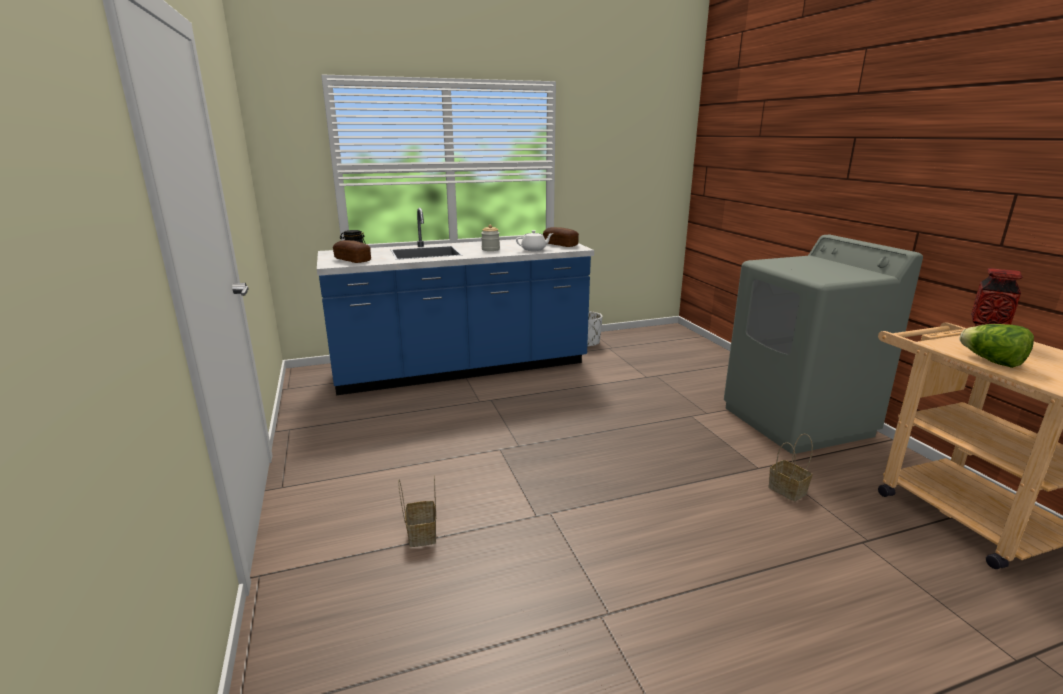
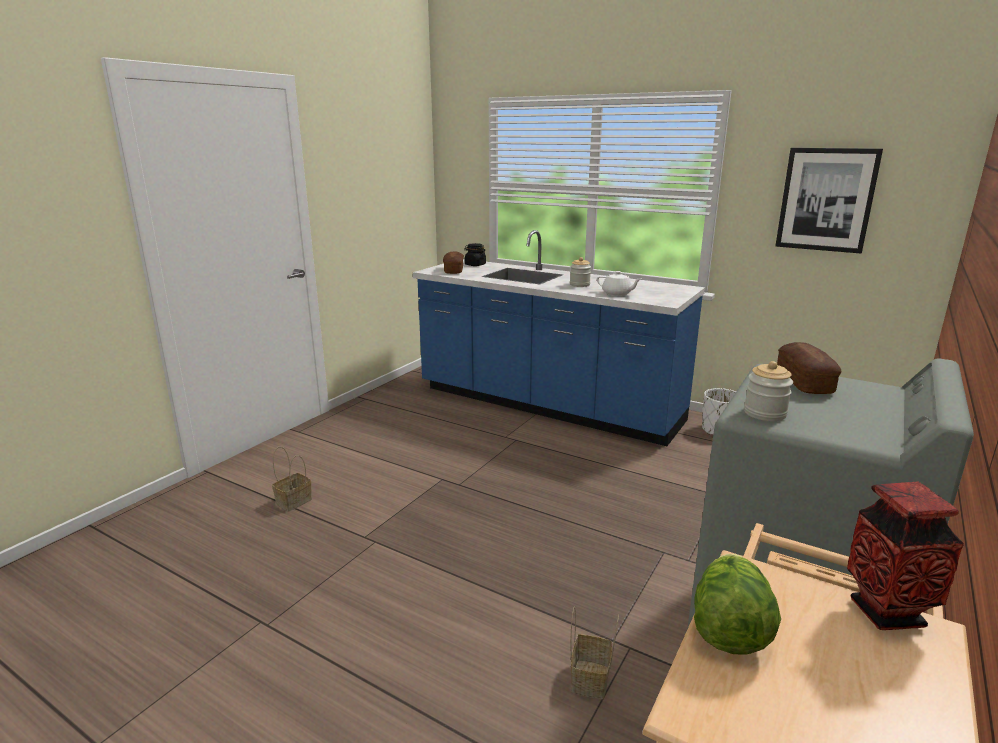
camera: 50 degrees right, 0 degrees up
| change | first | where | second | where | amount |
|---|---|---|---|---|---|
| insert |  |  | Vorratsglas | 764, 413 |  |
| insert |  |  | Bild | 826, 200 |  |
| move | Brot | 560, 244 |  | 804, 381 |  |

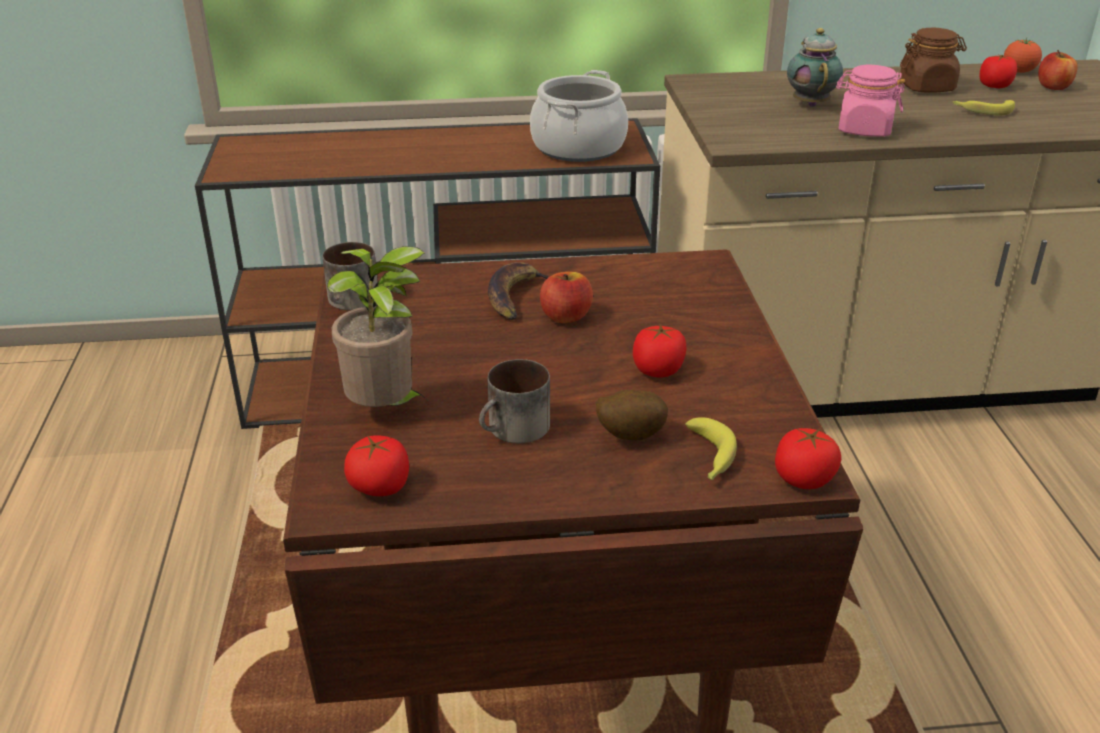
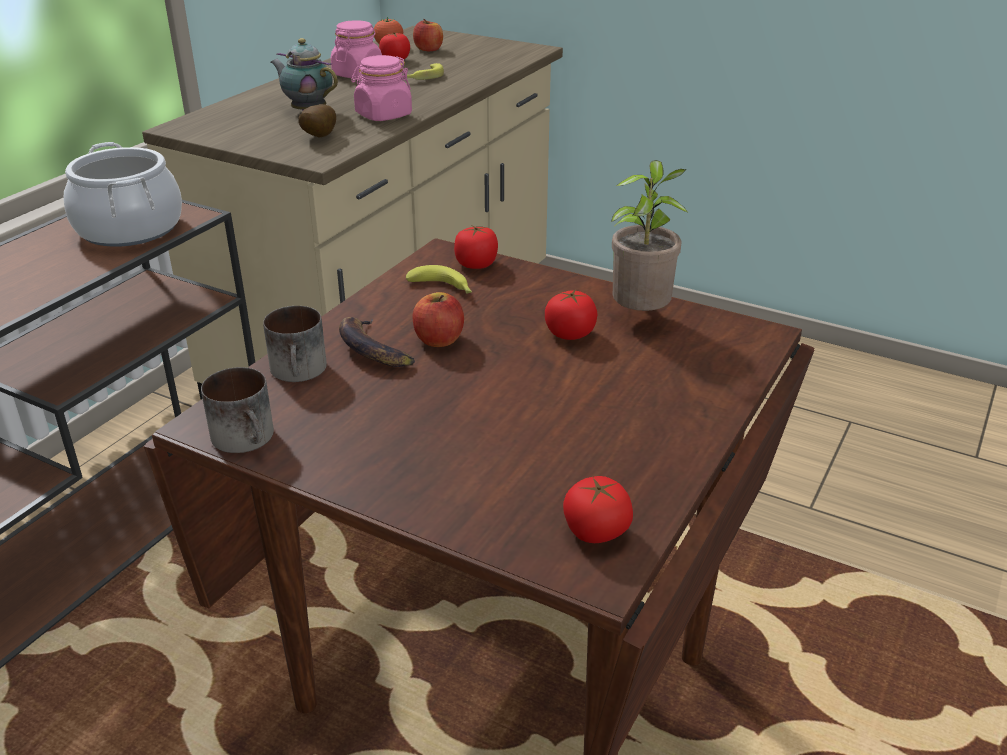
camera: 55 degrees left, 0 degrees up
| change | first | where | second | where | amount |
|---|---|---|---|---|---|
| move | Topfpflanze | 386, 411 |  | 641, 317 |  |
| move | Henkelbecher | 515, 430 |  | 301, 371 |  |
| move | Kartoffel | 629, 435 |  | 317, 137 |  |
| move | Banane | 709, 458 |  | 443, 289 |  |
| move | Tomate | 803, 479 |  | 476, 264 |  |
| recolor | Vorratsglas [braun] | 927, 87 | Vorratsglas [rosa] | 358, 74 |  |

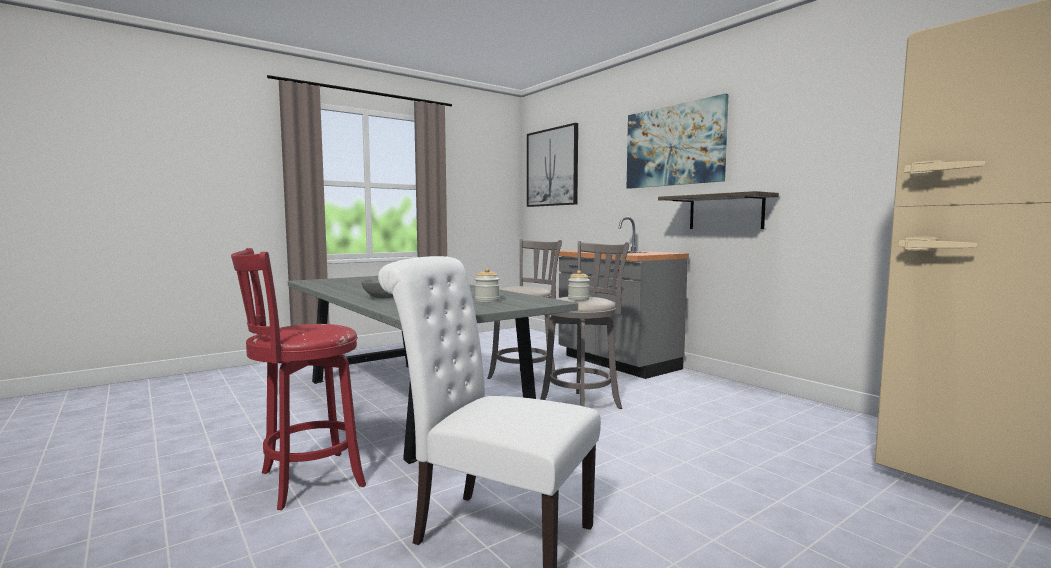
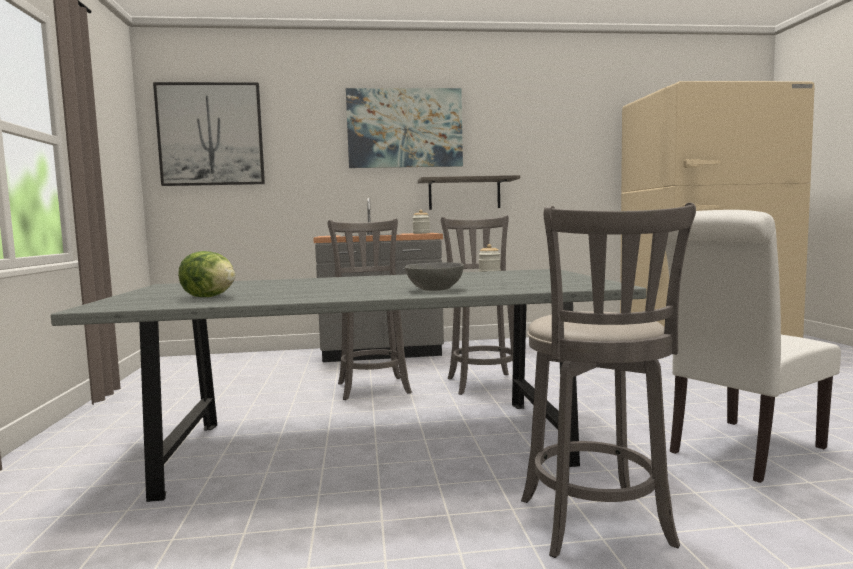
camera: 60 degrees left, 0 degrees up
| change | first | where | second | where | amount |
|---|---|---|---|---|---|
| insert |  |  | Salatkopf | 210, 297 |  |
| move | Vorratsglas | 487, 300 |  | 421, 233 |  |
| recolor | Hocker [rot] | 305, 481 | Hocker [grau] | 597, 526 |  |

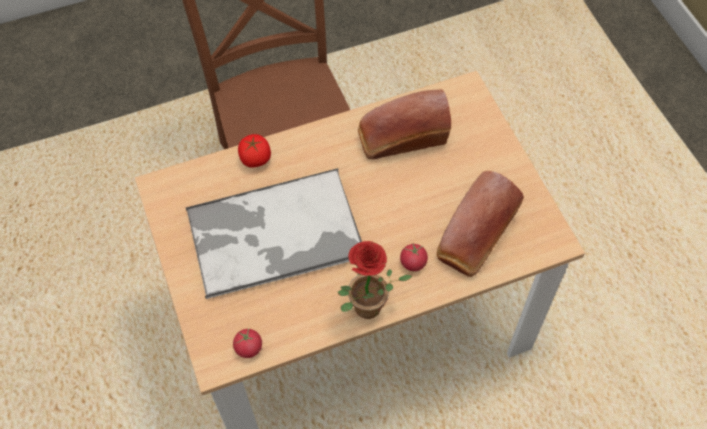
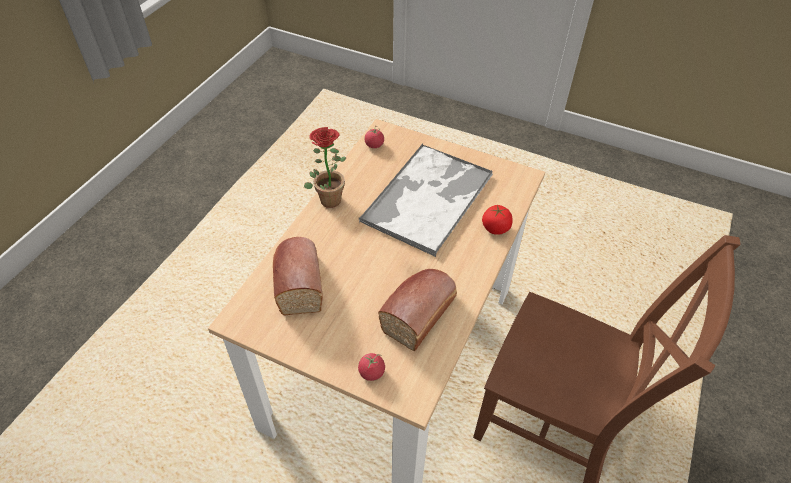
camera: 135 degrees right, 10 degrees down
| change | first | where | second | where | amount |
|---|---|---|---|---|---|
| move | Tomate | 413, 262 |  | 371, 372 |  |

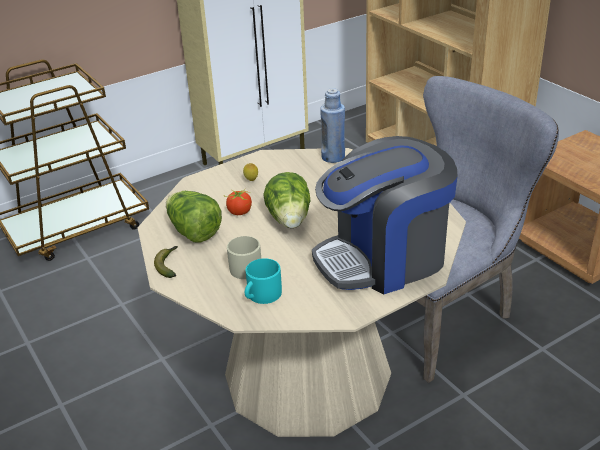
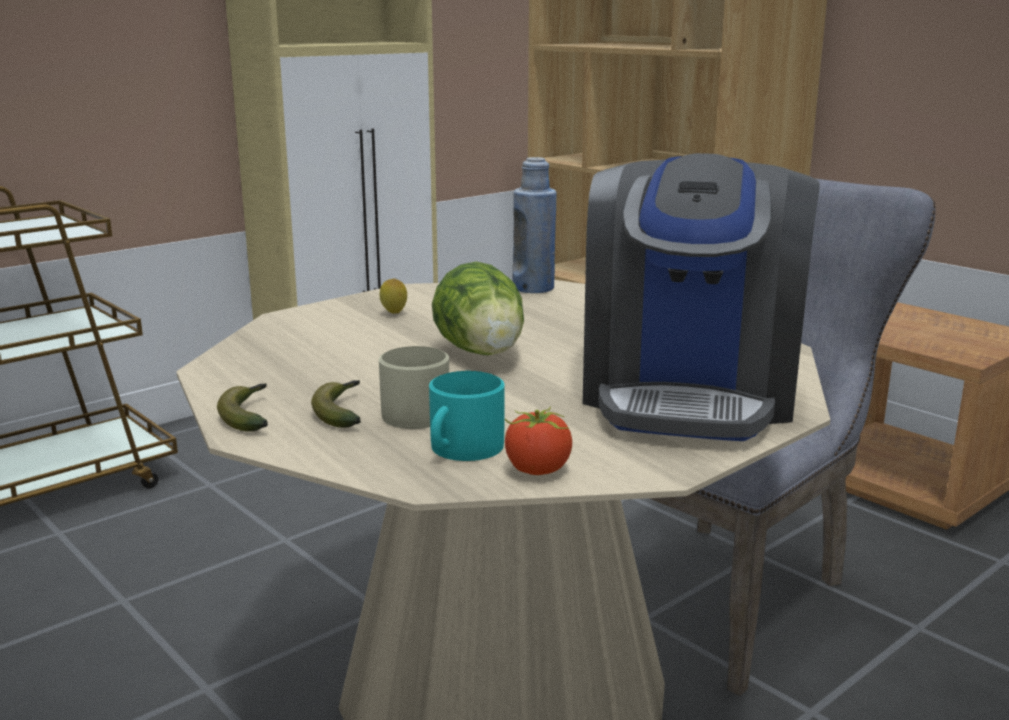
camera: 10 degrees left, 15 degrees down
| change | first | where | second | where | amount |
|---|---|---|---|---|---|
| delete | Salatkopf | 193, 232 |  |  |  |
| insert |  |  | Banane | 342, 412 |  |
| move | Tomate | 239, 212 |  | 537, 470 |  |
| rotate | Kaffeemaschine | 384, 258 |  | 689, 393 | 45 degrees counterclockwise |

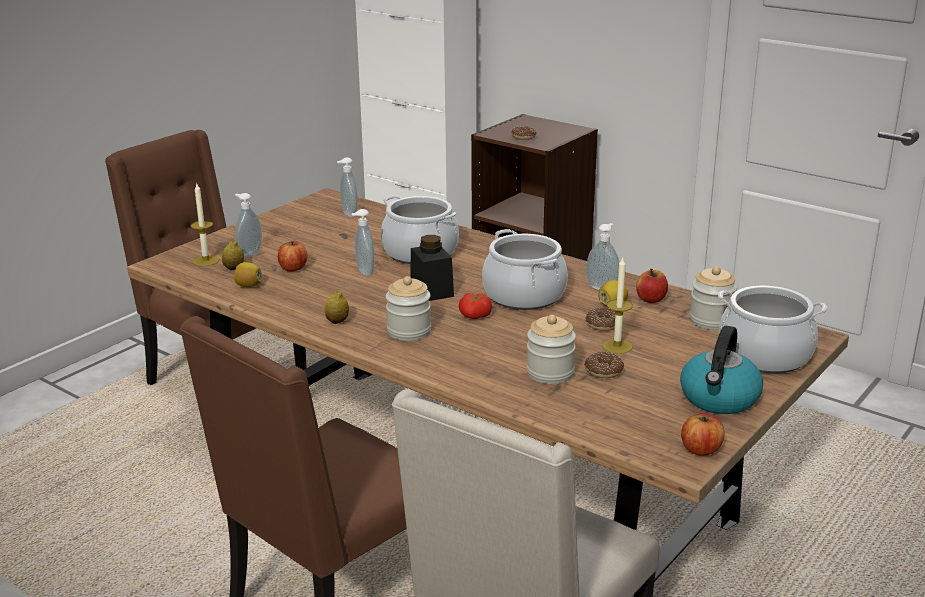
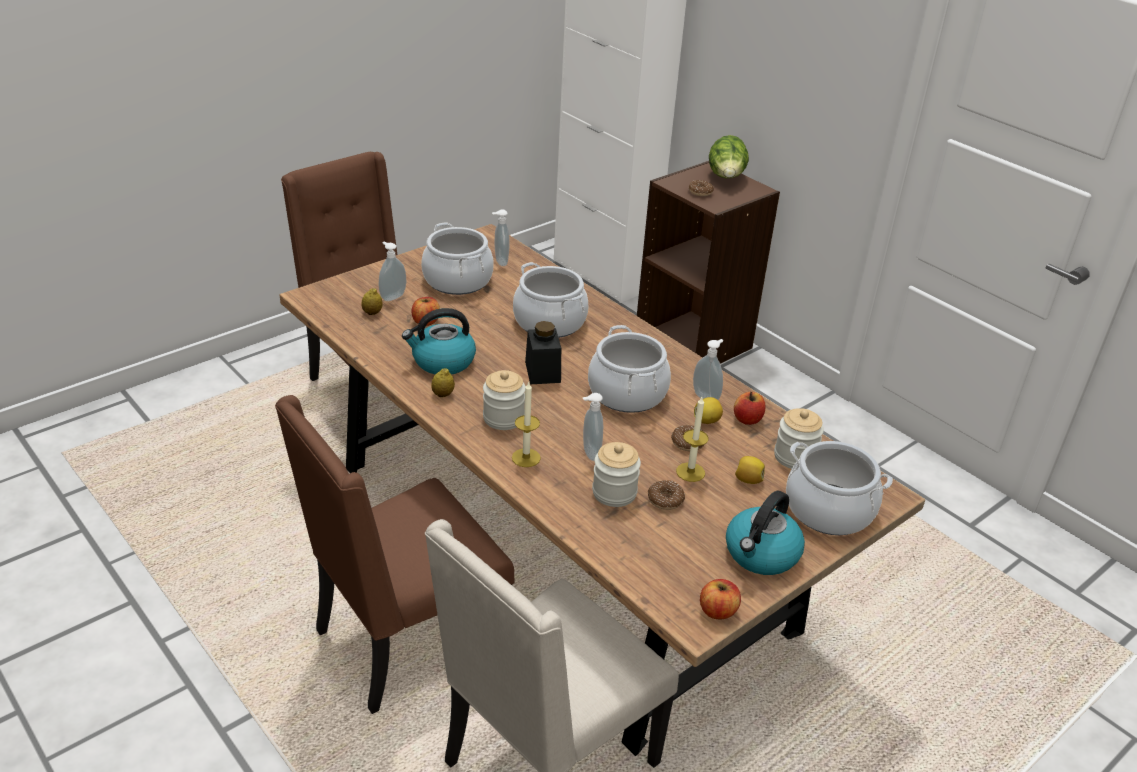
camera: 10 degrees right, 10 degrees up
| change | first | where | second | where | amount |
|---|---|---|---|---|---|
| delete | Tomate | 475, 316 |  |  |  |
| insert |  |  | Wasserkessel | 442, 361 |  |
| insert |  |  | Kochtopf | 458, 280 |  |
| insert |  |  | Salatkopf | 726, 178 |  |
| move | Kerze | 206, 261 |  | 526, 458 |  |
| move | Zitrone | 248, 286 |  | 748, 480 |  |
| move | Seifenspender | 363, 272 |  | 589, 453 |  |

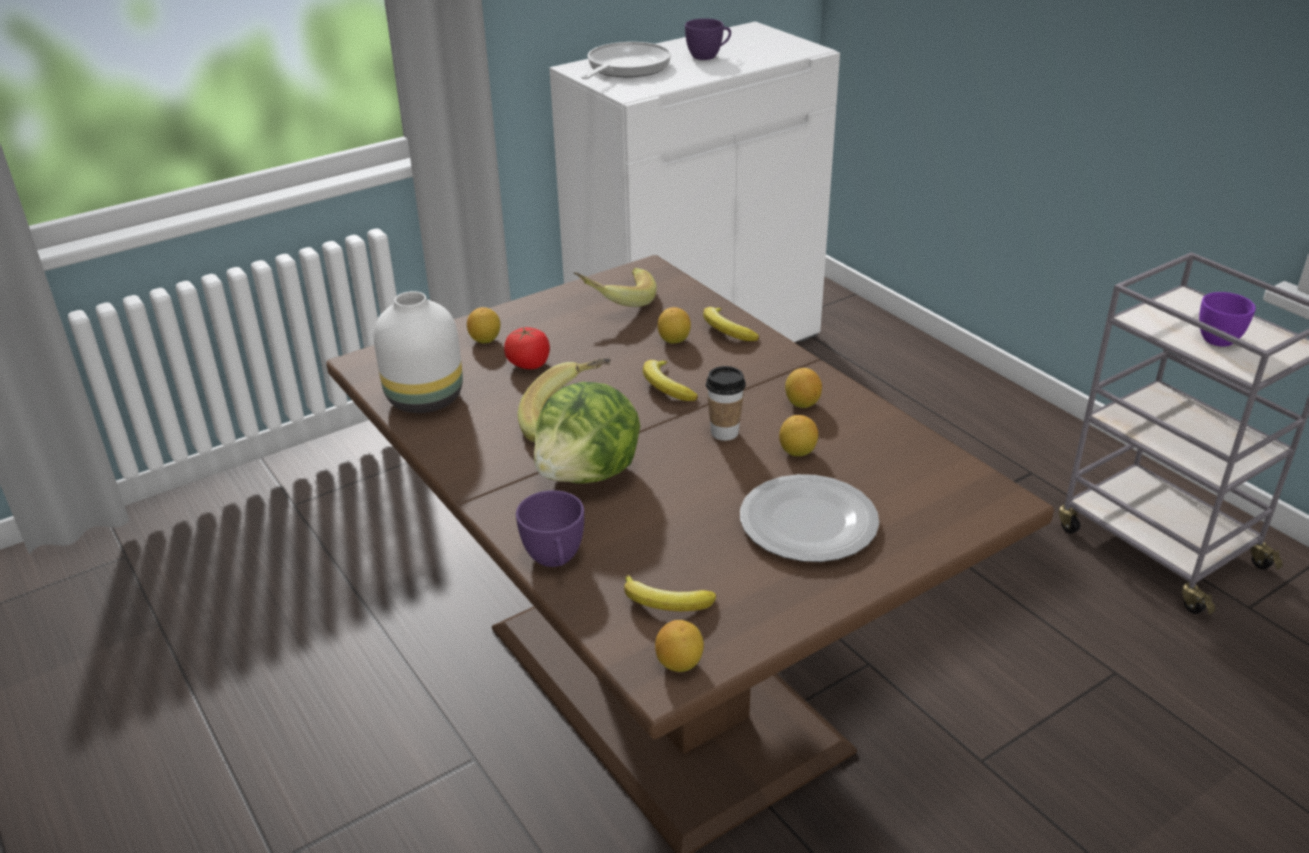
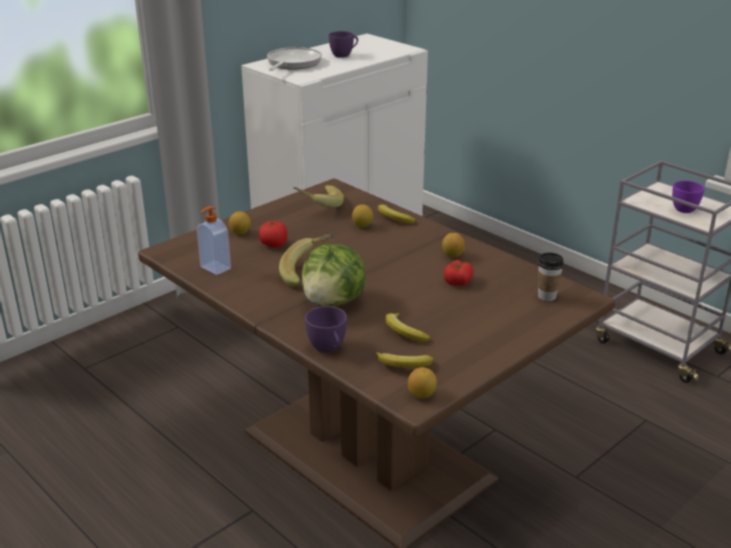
camera: 10 degrees left, 5 degrees down
| change | first | where | second | where | amount |
|---|---|---|---|---|---|
| delete | Teller | 809, 521 |  |  |  |
| move | Banane | 666, 387 |  | 404, 332 |  |
| move | Tasse | 724, 432 |  | 547, 296 |  |
| replace | Vase [weiß] | 427, 399 | Seifenspender | 214, 268 |  |
| replace | Zitrone | 797, 452 | Tomate | 457, 281 |  |

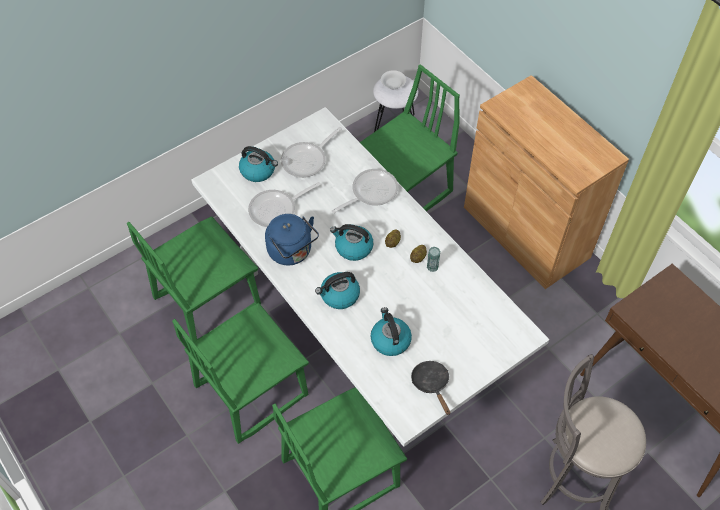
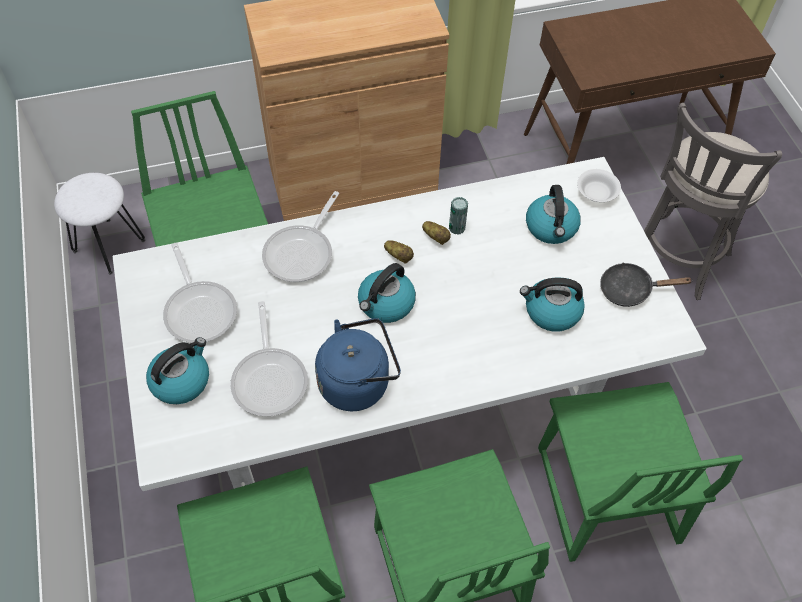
camera: 70 degrees left, 0 degrees up
| change | first | where | second | where | amount |
|---|---|---|---|---|---|
| move | Wasserkessel | 339, 295 |  | 551, 228 |  |
| move | Schüssel [weiß] | 393, 84 |  | 597, 193 |  |
| rotate | Pfanne | 370, 192 |  | 302, 252 | 135 degrees counterclockwise |

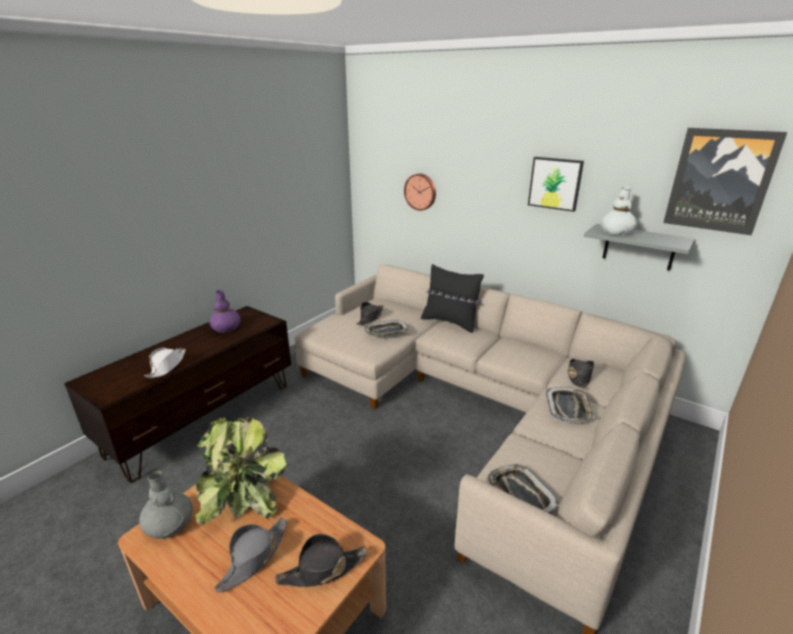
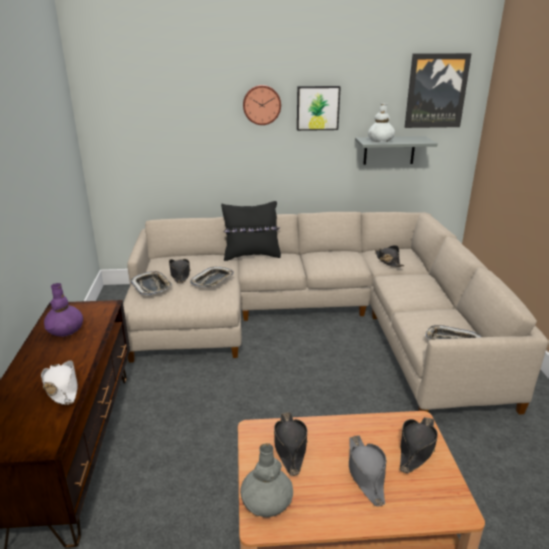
camera: 40 degrees left, 0 degrees up
| change | first | where | second | where | amount |
|---|---|---|---|---|---|
| move | Wanduhr | 420, 191 |  | 261, 105 |  |
| move | Tablett | 568, 408 |  | 152, 286 |  |
| replace | Topfpflanze | 241, 495 | Hut [schwarz] | 290, 447 |  |

